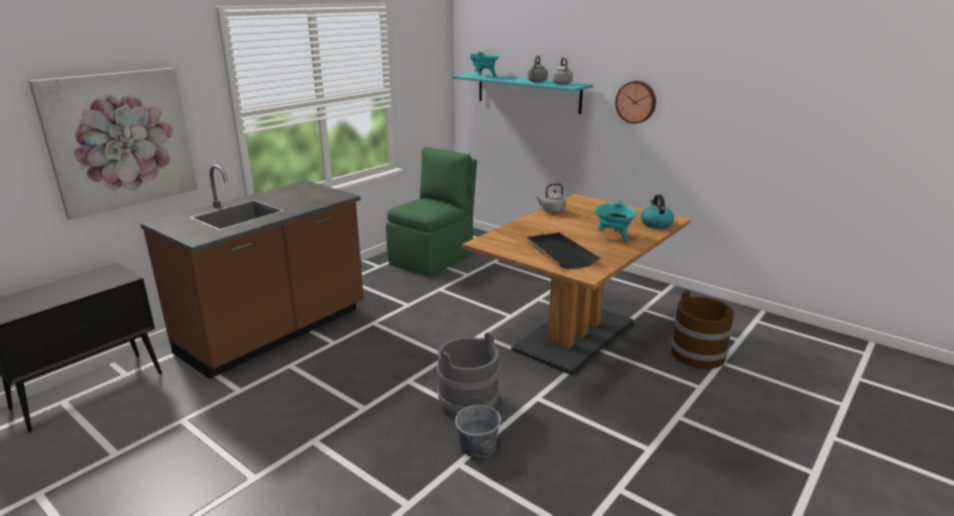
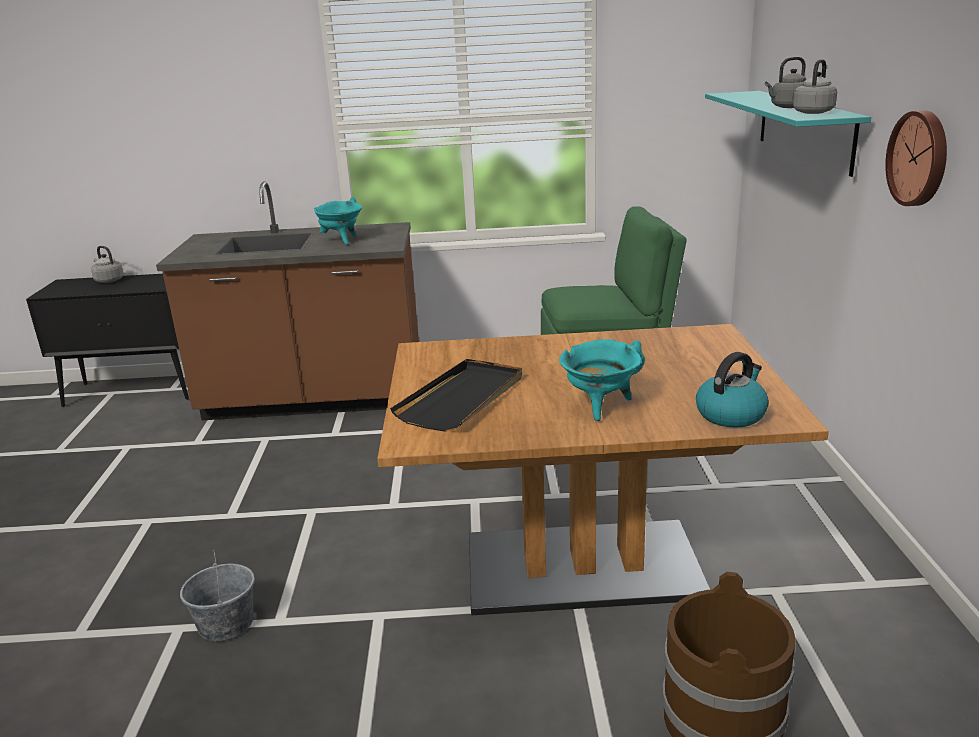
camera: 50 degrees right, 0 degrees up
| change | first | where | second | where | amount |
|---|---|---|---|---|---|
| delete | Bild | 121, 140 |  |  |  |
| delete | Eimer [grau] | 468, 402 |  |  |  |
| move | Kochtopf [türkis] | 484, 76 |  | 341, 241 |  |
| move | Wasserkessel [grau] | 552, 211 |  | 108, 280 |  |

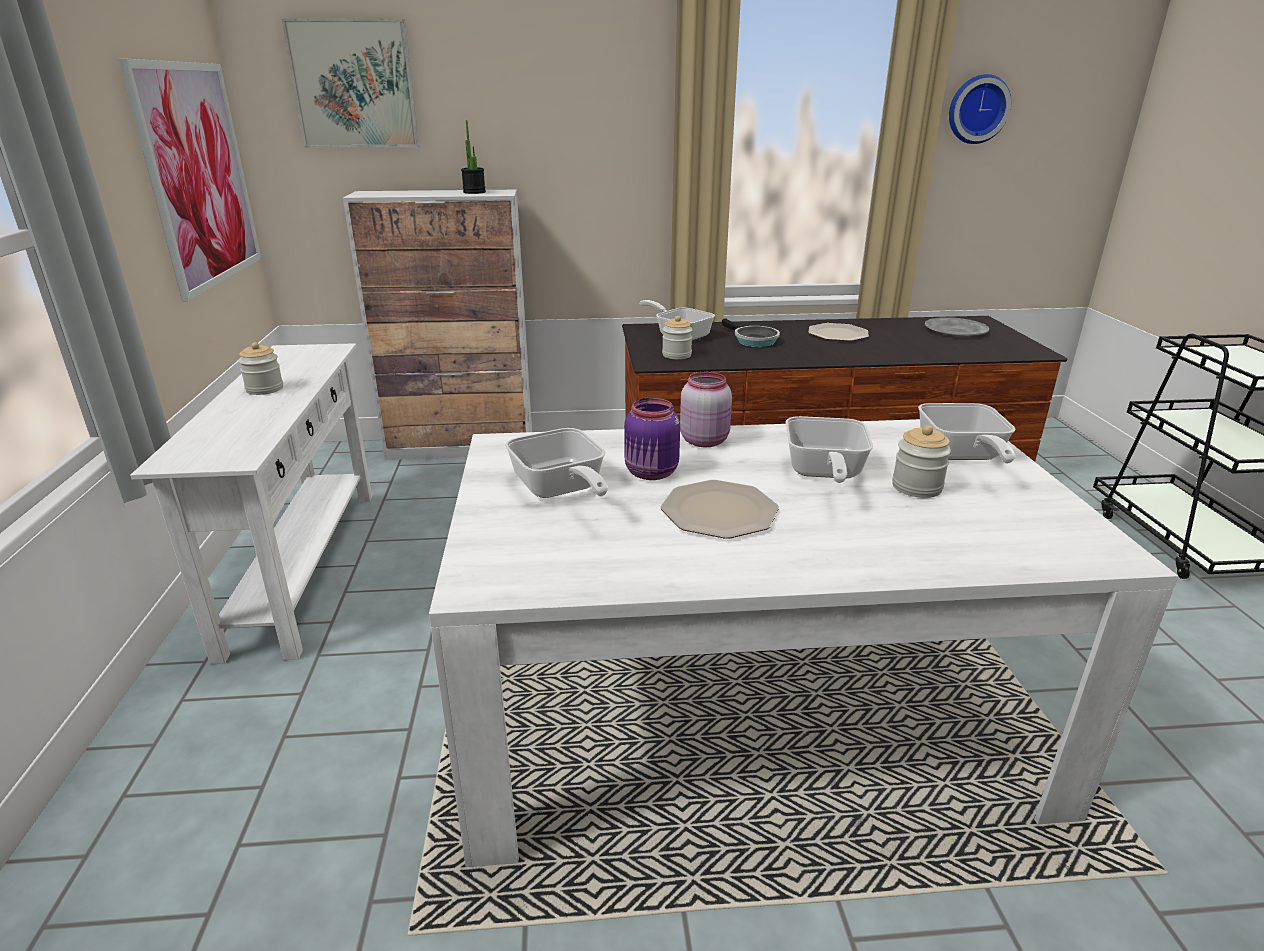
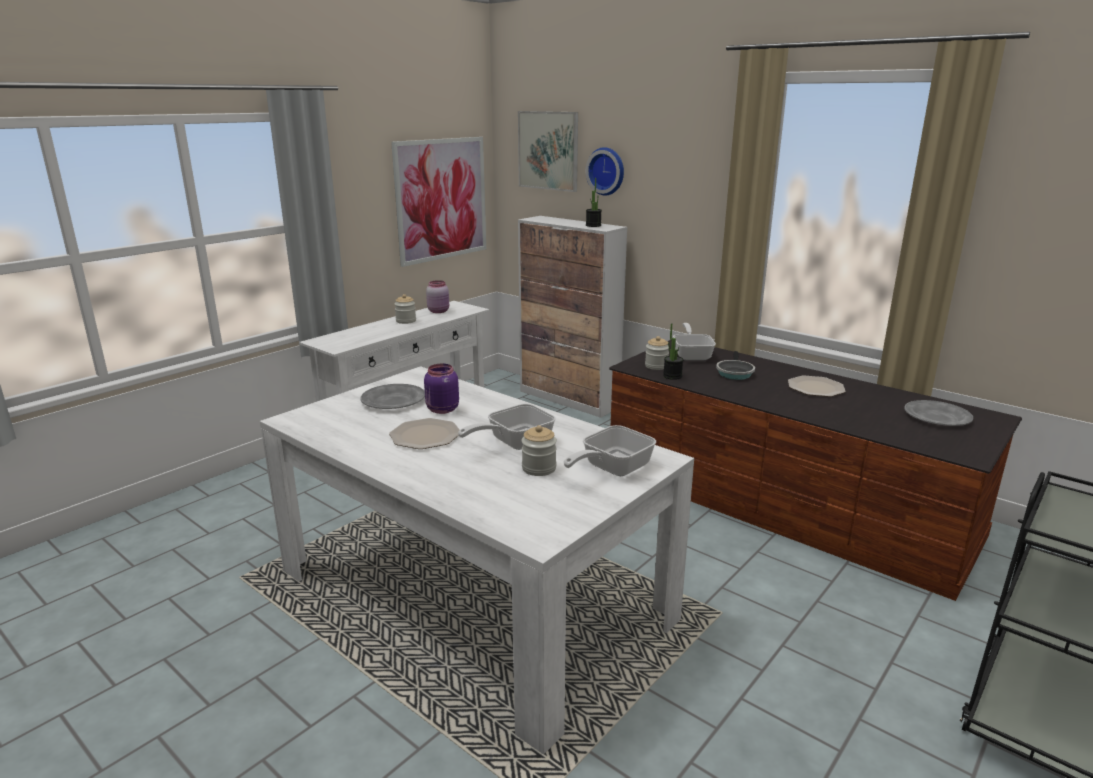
camera: 45 degrees right, 5 degrees down
| change | first | where | second | where | amount |
|---|---|---|---|---|---|
| insert |  |  | Topfpflanze | 672, 376 |  |
| move | Vorratsglas [rosa] | 705, 440 |  | 439, 311 |  |
| move | Wanduhr | 977, 109 |  | 607, 171 |  |
| replace | Pfanne | 560, 489 | Teller [grau] | 393, 401 |  |

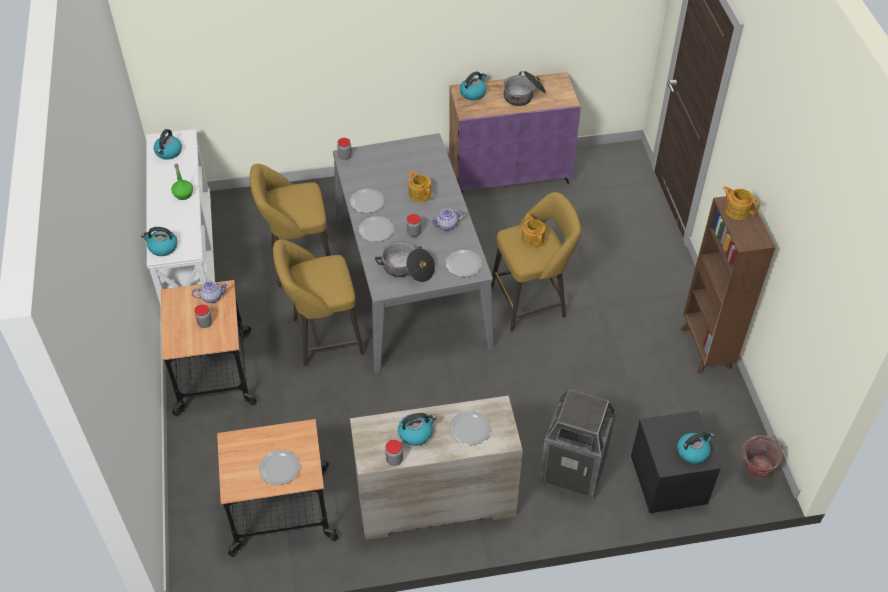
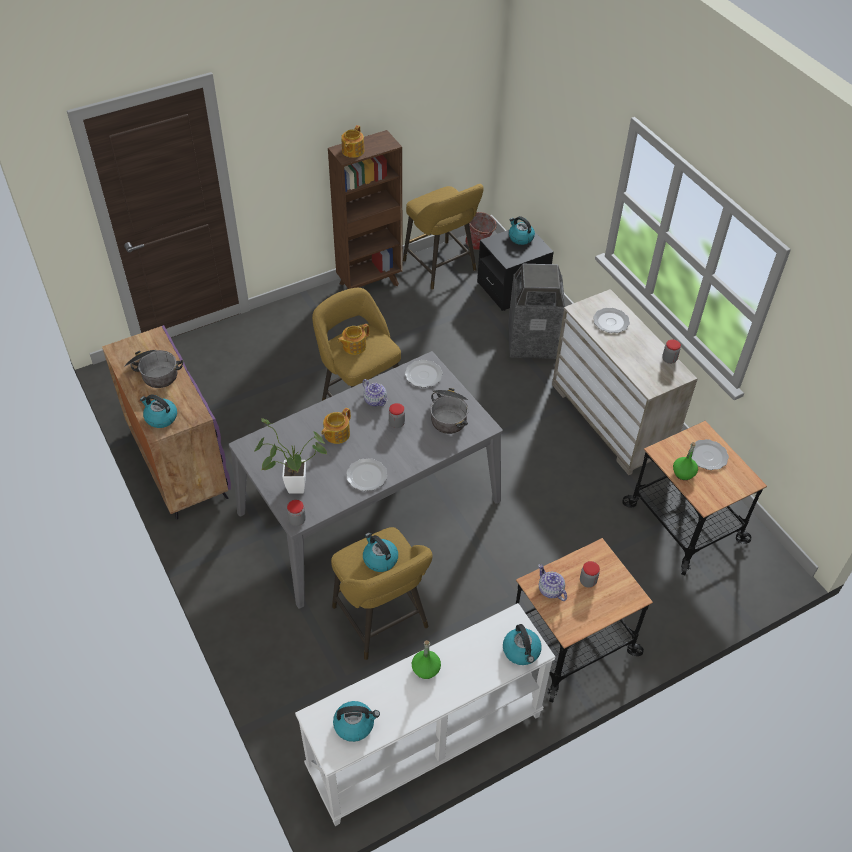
camera: 110 degrees left, 0 degrees up
| change | first | where | second | where | amount |
|---|---|---|---|---|---|
| delete | Teller | 376, 230 |  |  |  |
| insert |  |  | Topfpflanze | 291, 487 |  |
| insert |  |  | Flasche [grün] | 683, 473 |  |
| move | Hocker [gelb] | 323, 338 |  | 442, 268 |  |
| move | Wasserkessel | 416, 433 |  | 379, 559 |  |

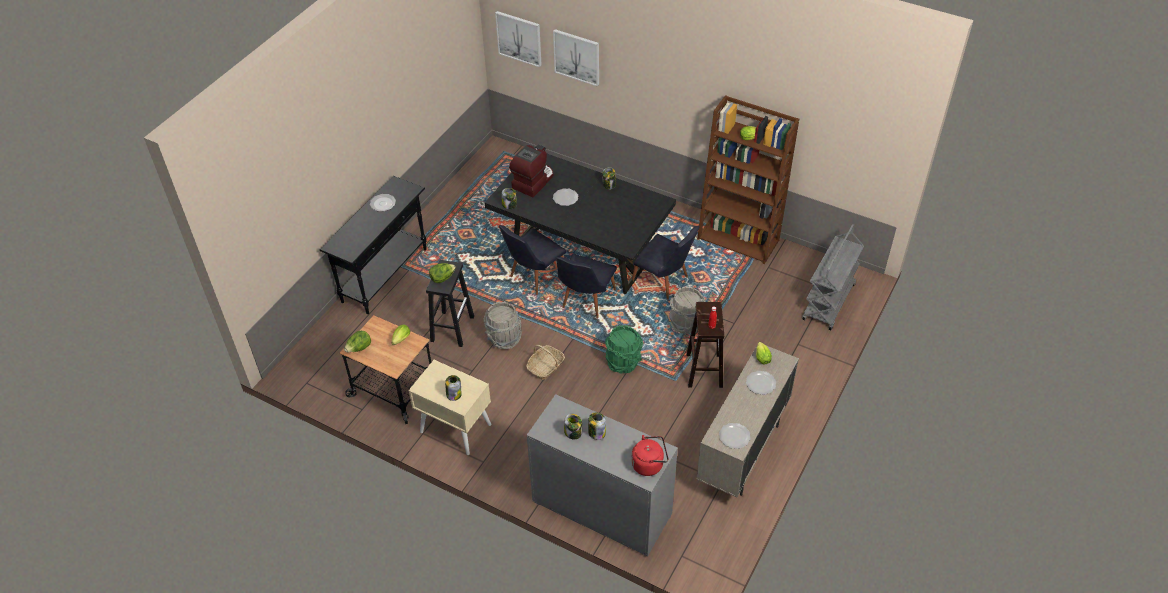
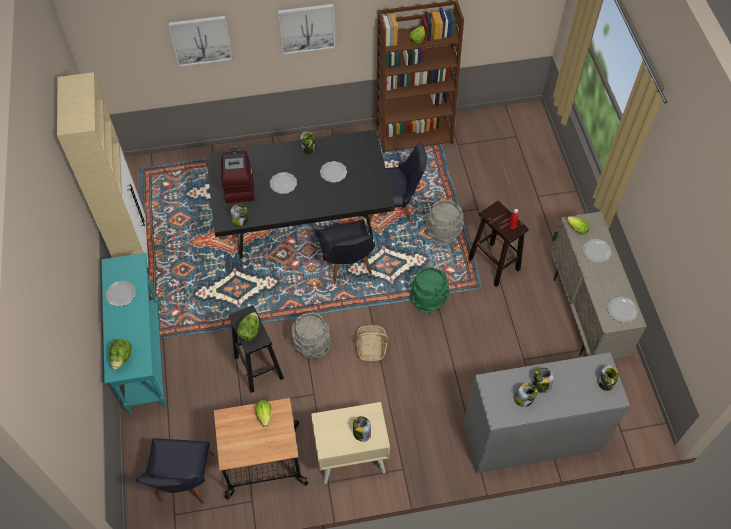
camera: 40 degrees left, 10 degrees up
| change | first | where | second | where | amount |
|---|---|---|---|---|---|
| delete | Rollwagen [grau] | 829, 303 |  |  |  |
| insert |  |  | Schrank [beige] | 135, 249 |  |
| insert |  |  | Teller | 333, 172 |  |
| move | Salatkopf | 359, 348 |  | 122, 358 |  |
| move | Bild | 519, 38 |  | 307, 28 |  |
| move | Stuhl [schwarz] | 533, 277 |  | 183, 484 |  |
| replace | Wasserkessel [rot] | 649, 464 | Vorratsglas | 605, 382 |  |
| recolor | Konsolentisch [schwarz] | 385, 275 | Konsolentisch [türkis] | 145, 358 |  |

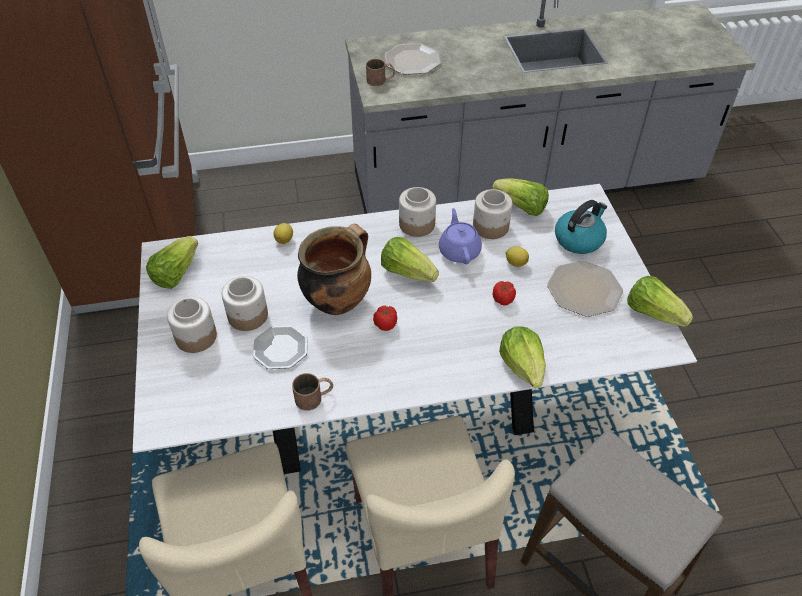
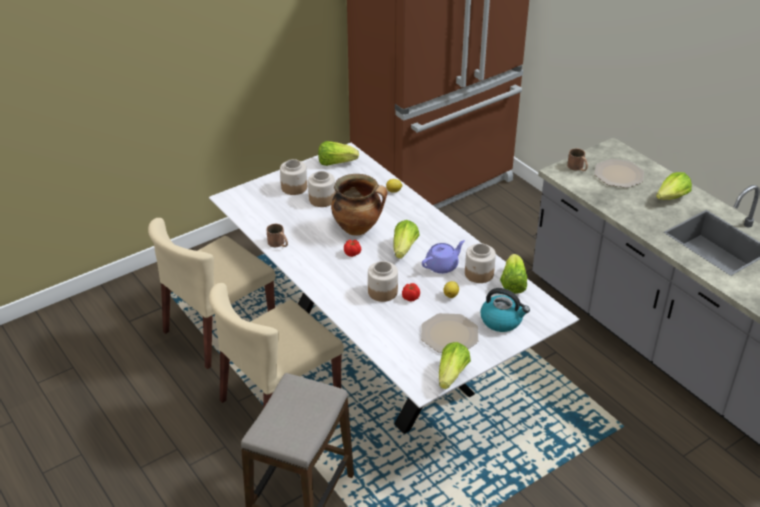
camera: 65 degrees right, 10 degrees down
| change | first | where | second | where | amount |
|---|---|---|---|---|---|
| delete | Teller | 280, 349 |  |  |  |
| move | Vorratsglas | 417, 225 |  | 382, 292 |  |
| move | Salatkopf | 523, 366 |  | 672, 198 |  |

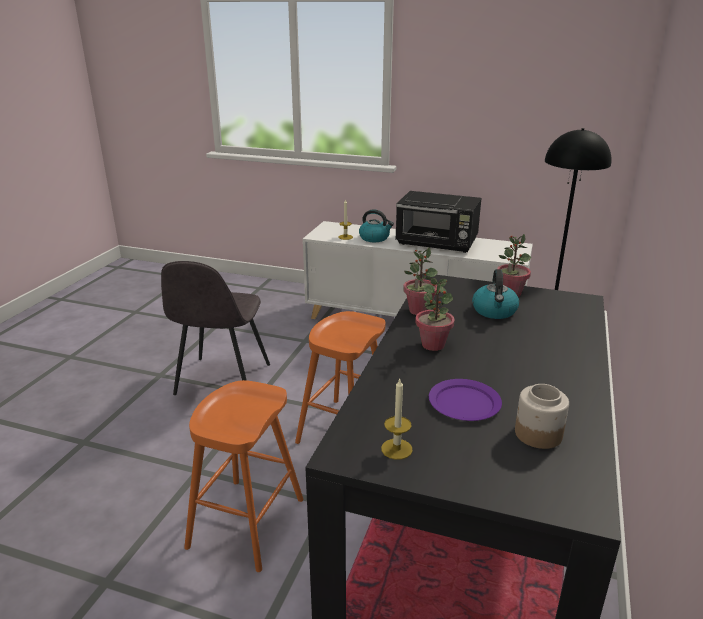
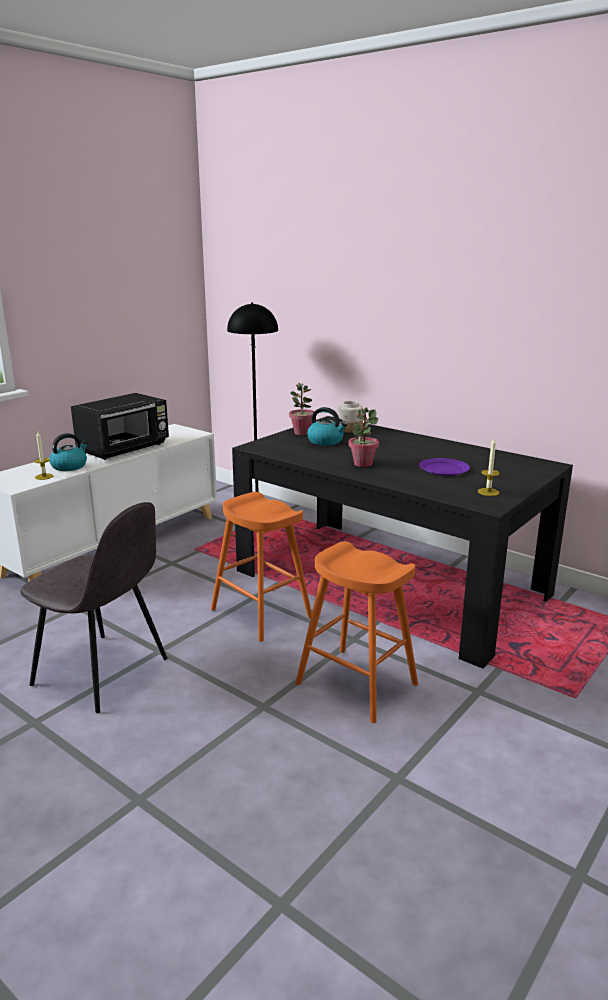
camera: 70 degrees left, 5 degrees down
| change | first | where | second | where | amount |
|---|---|---|---|---|---|
| delete | Topfpflanze | 419, 310 |  |  |  |
| move | Vorratsglas | 537, 434 |  | 350, 429 |  |

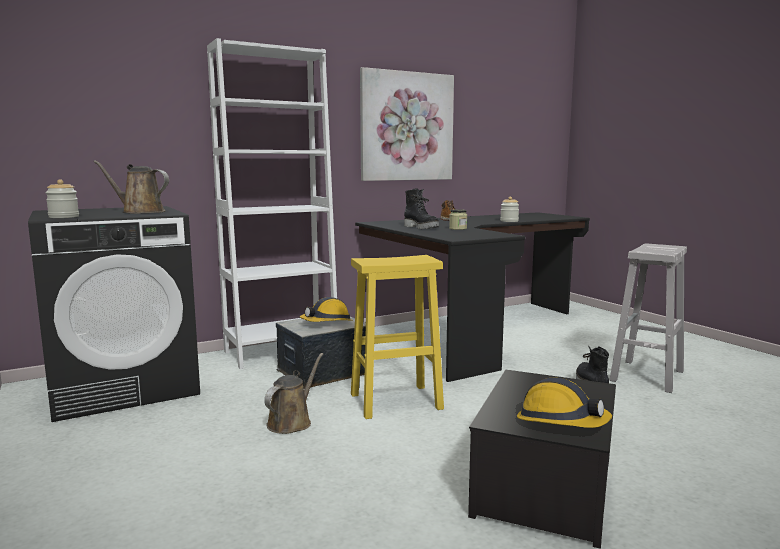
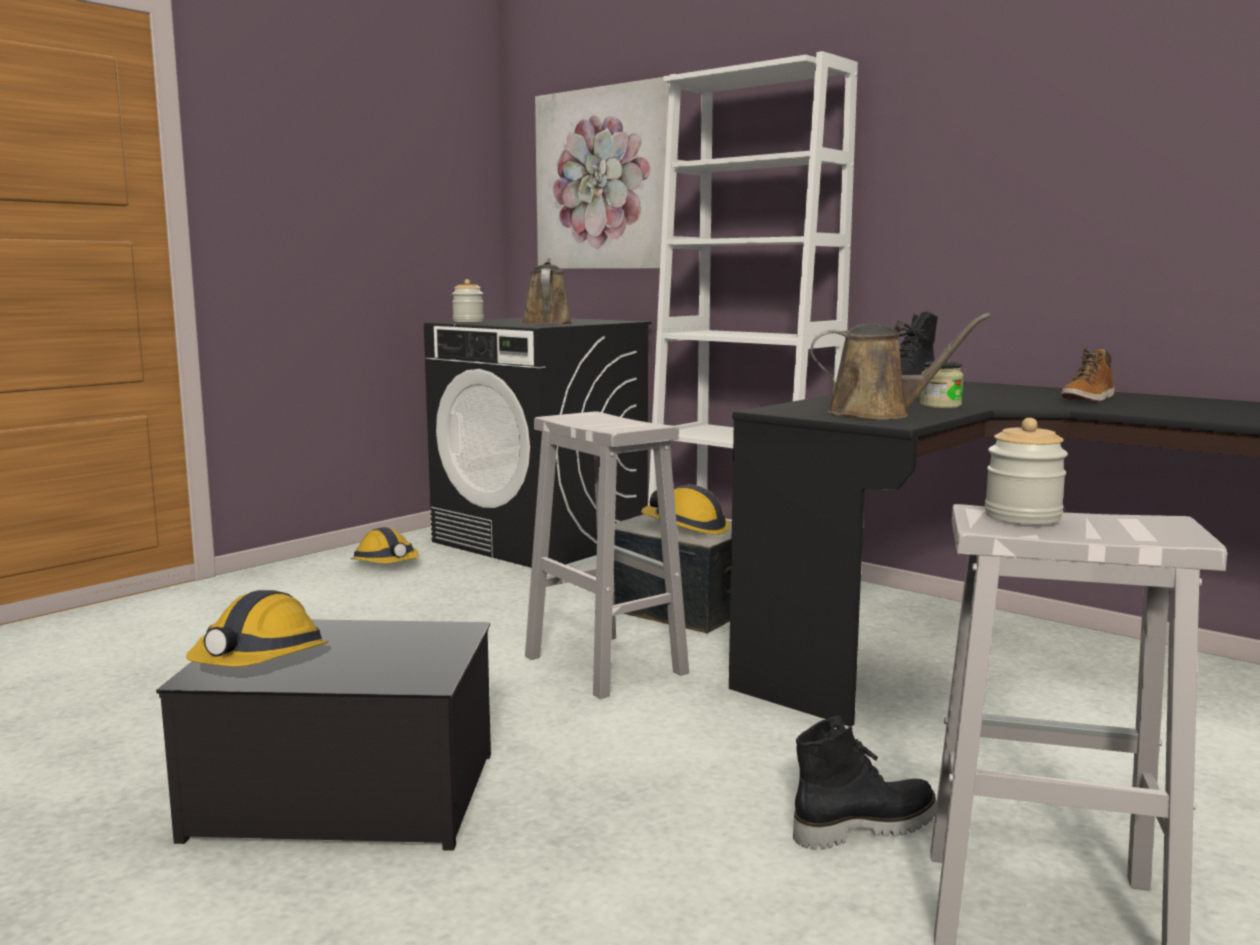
camera: 70 degrees right, 0 degrees up
| change | first | where | second | where | amount |
|---|---|---|---|---|---|
| insert |  |  | Schutzhelm | 386, 564 |  |
| move | Gießkanne [braun] | 292, 422 |  | 877, 414 |  |
| move | Bild | 407, 126 |  | 604, 179 |  |
| move | Vorratsglas | 509, 221 |  | 1022, 517 |  |
| recolor | Hocker [gelb] | 394, 402 | Hocker [weiß] | 603, 664 |  |

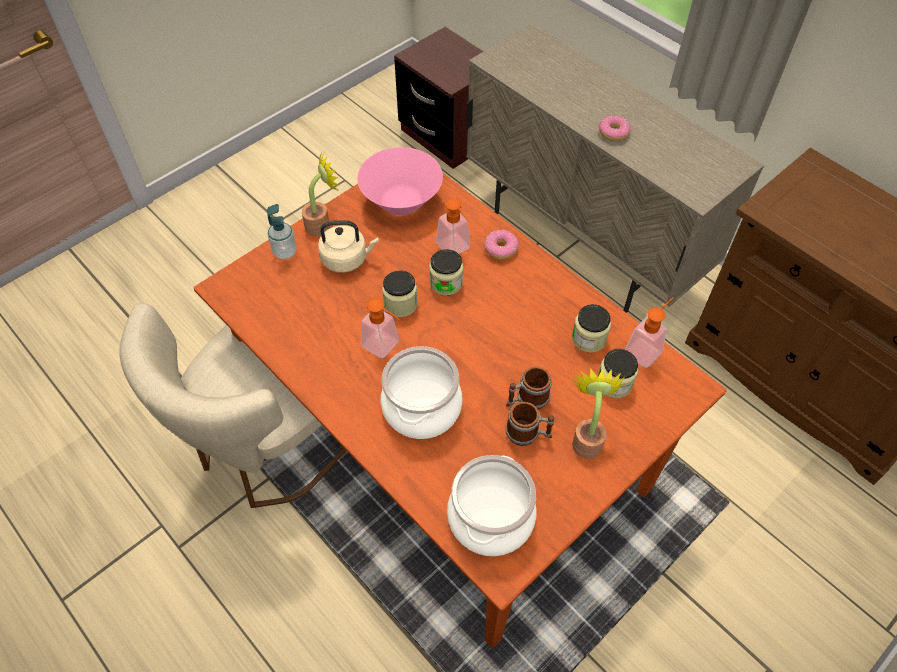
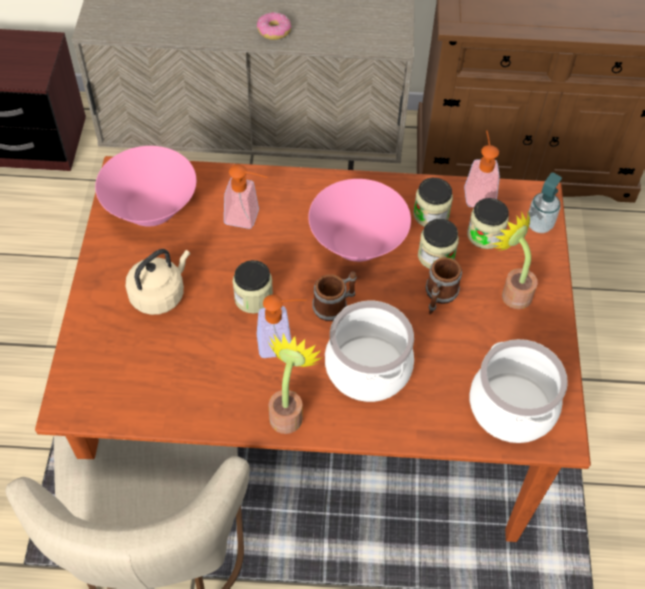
camera: 45 degrees left, 0 degrees up
| change | first | where | second | where | amount |
|---|---|---|---|---|---|
| delete | Donut | 500, 249 |  |  |  |
| insert |  |  | Schüssel [rosa] | 357, 243 |  |
| move | Seifenspender | 285, 252 |  | 539, 225 |  |
| move | Topfpflanze | 322, 224 |  | 288, 412 |  |
| move | Vorratsglas | 446, 283 |  | 436, 256 |  |
| move | Henkelbecher | 528, 434 |  | 335, 306 |  |

